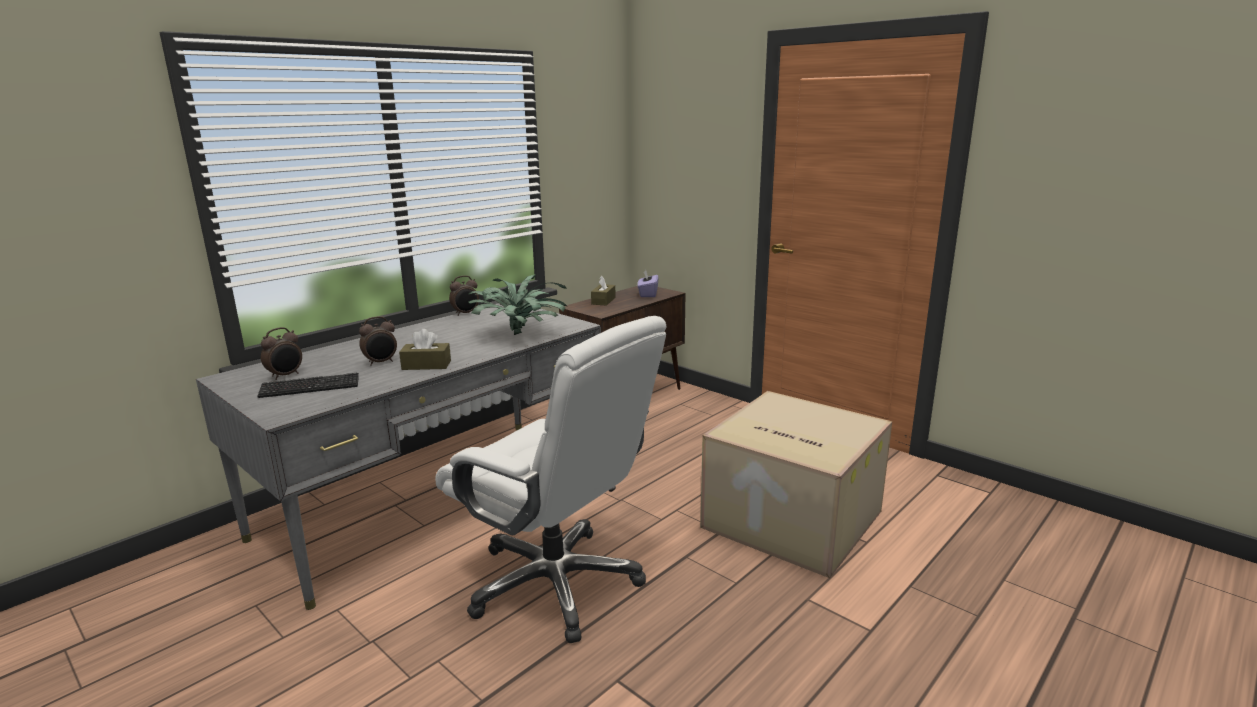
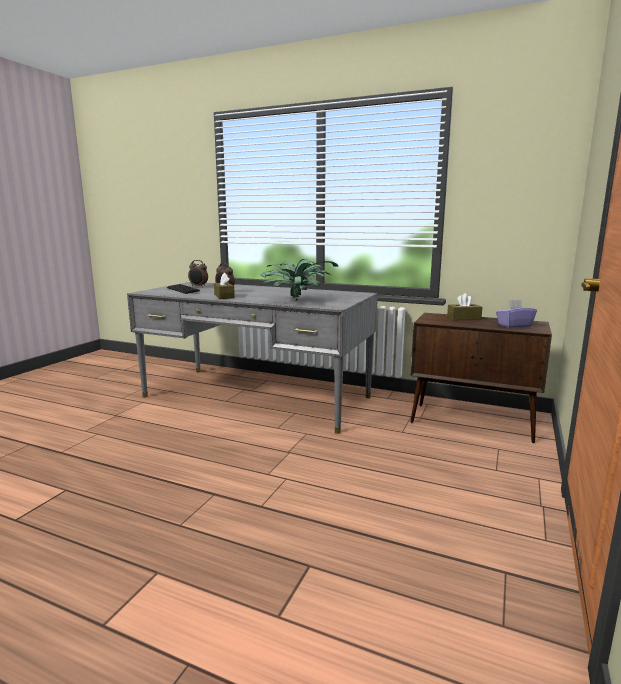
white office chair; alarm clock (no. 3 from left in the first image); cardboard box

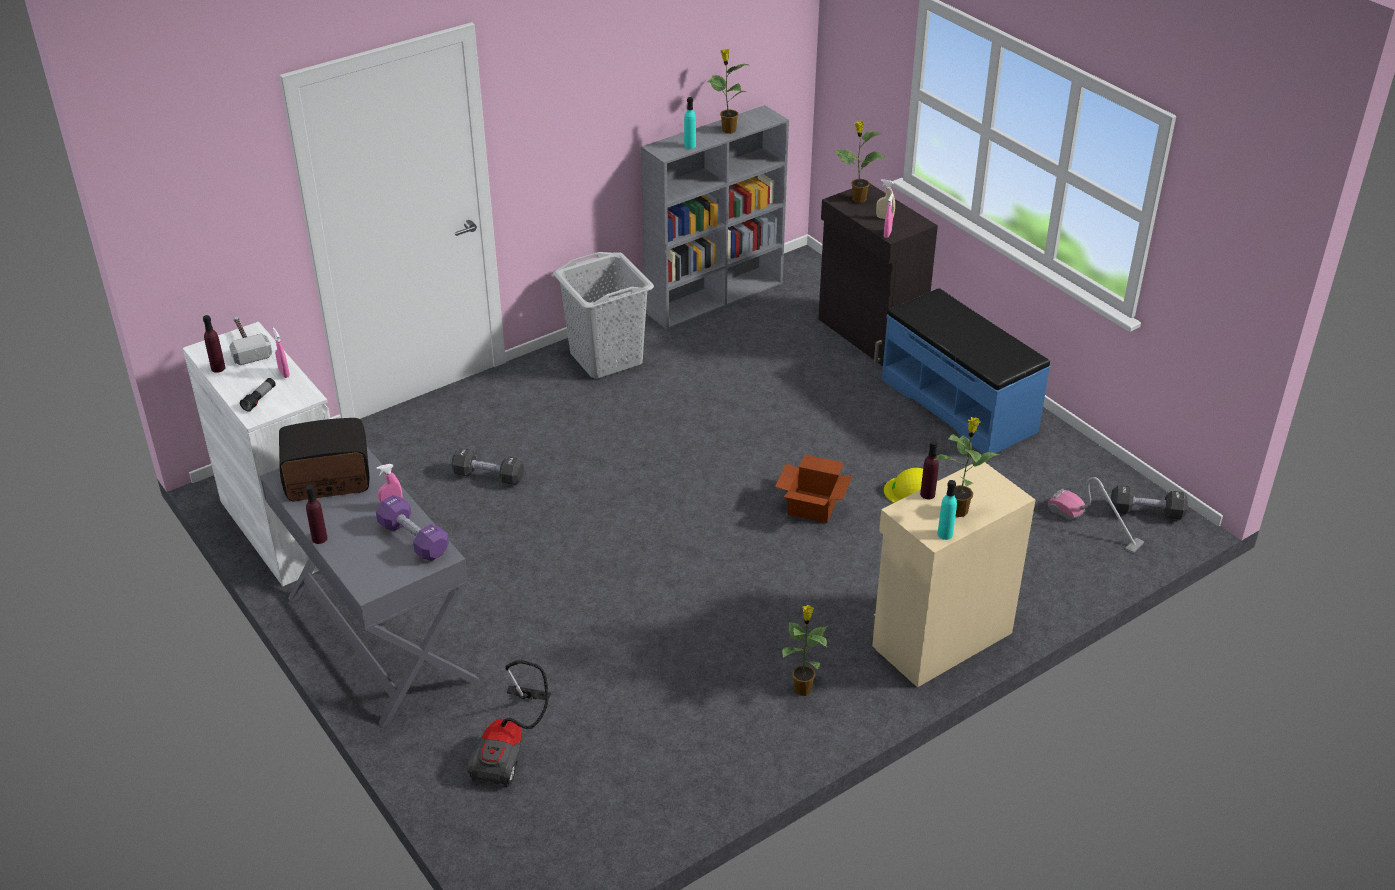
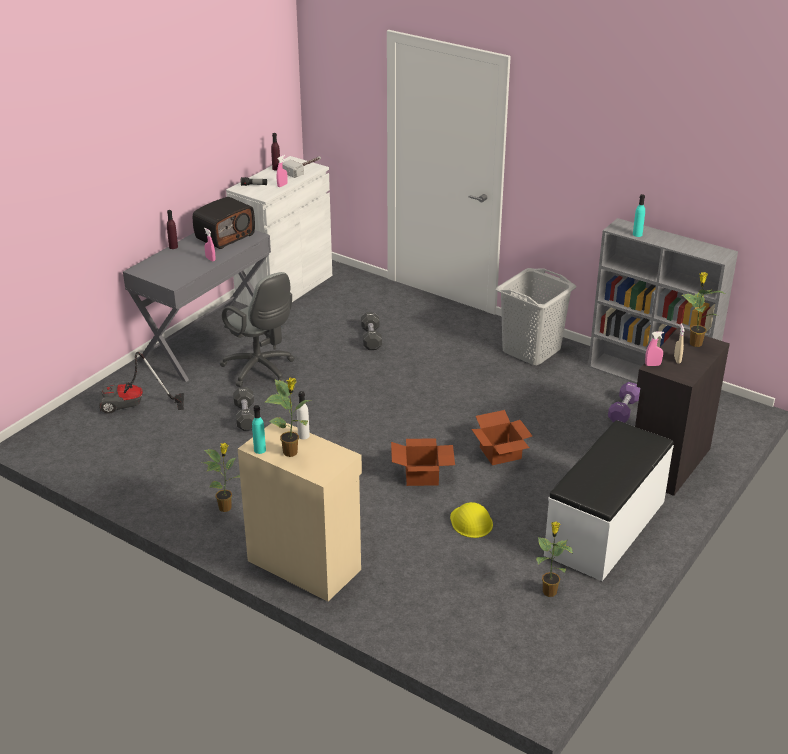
radio; grey office chair; black dumbbell (no. 1 from left); white bottle; cardboard box (no. 2 from left); potted plant (no. 3 from left); white bench; purple dumbbell; vacuum cleaner (no. 2 from left in the first image)

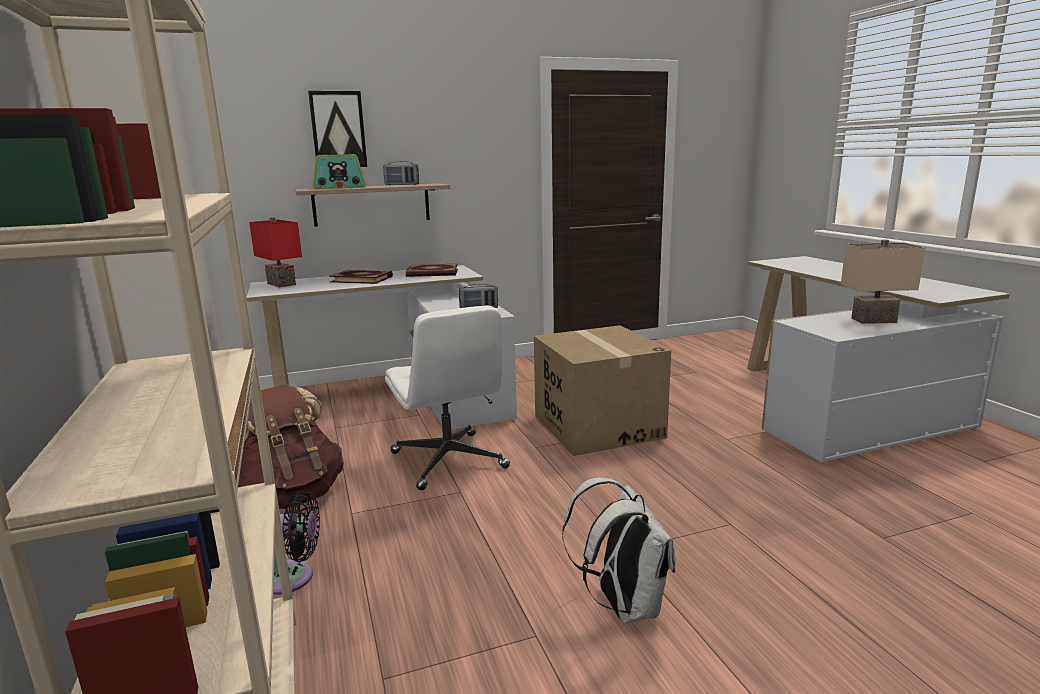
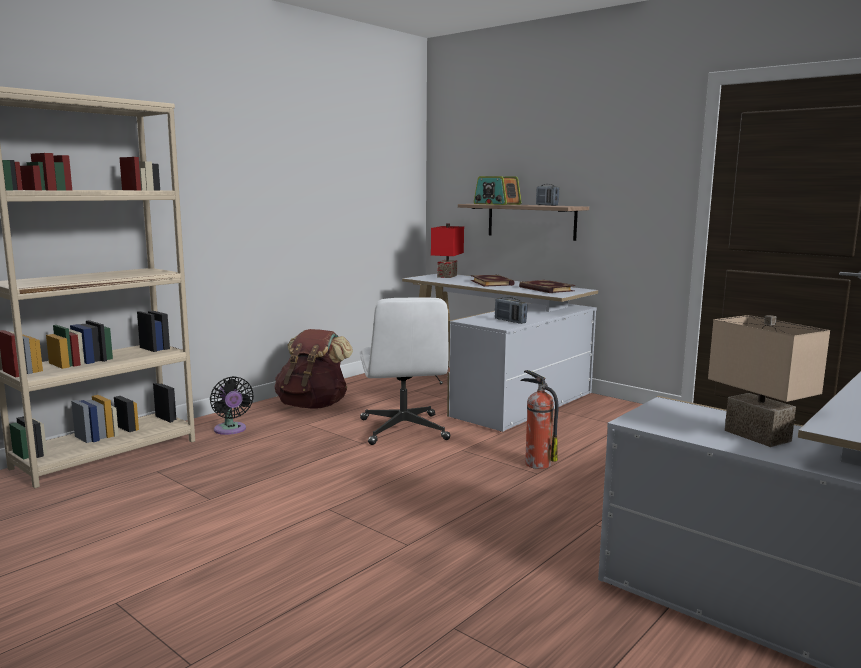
white office chair; fire extinguisher; picture; white backpack

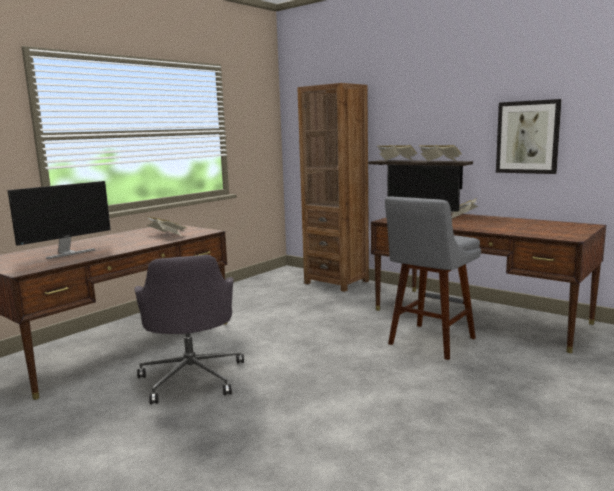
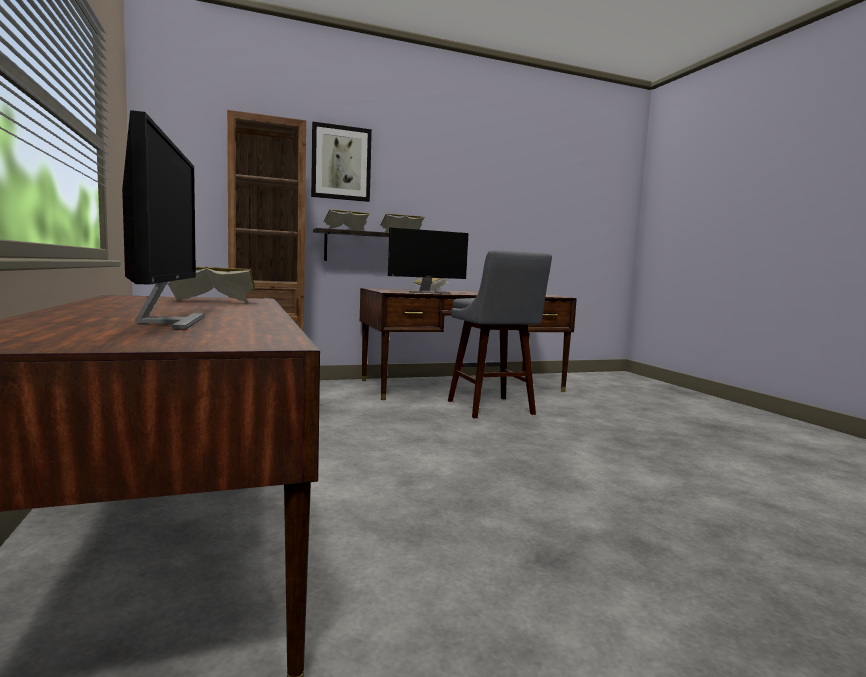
picture; grey office chair

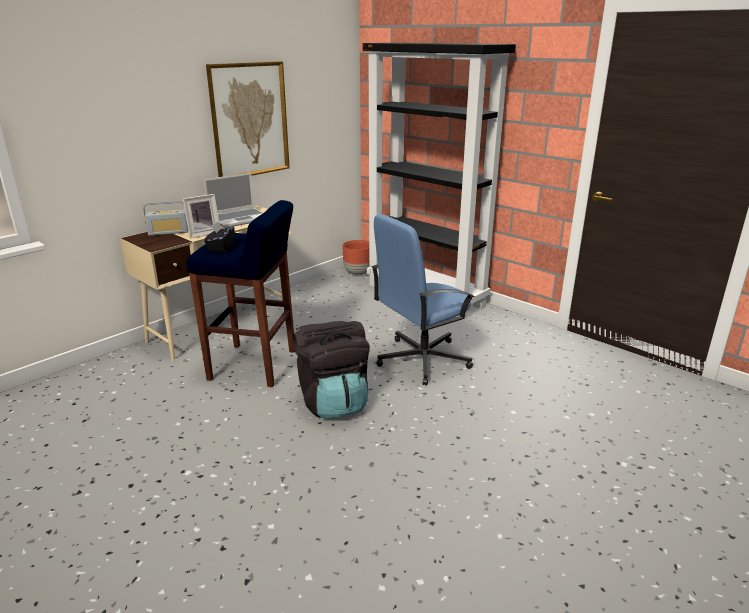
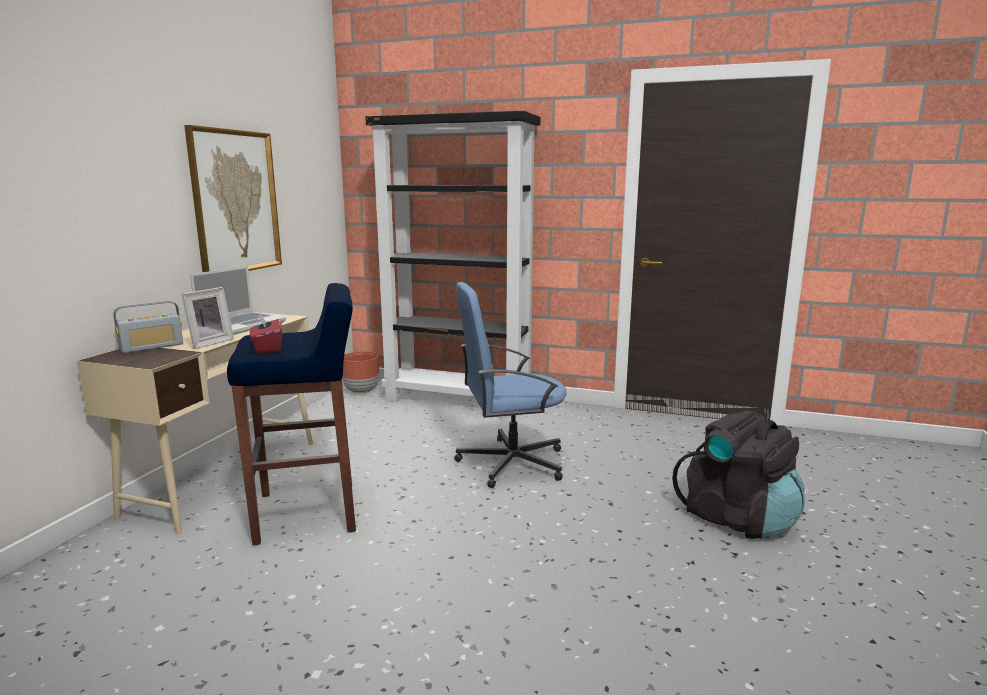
red tissue box; blue office chair; black backpack

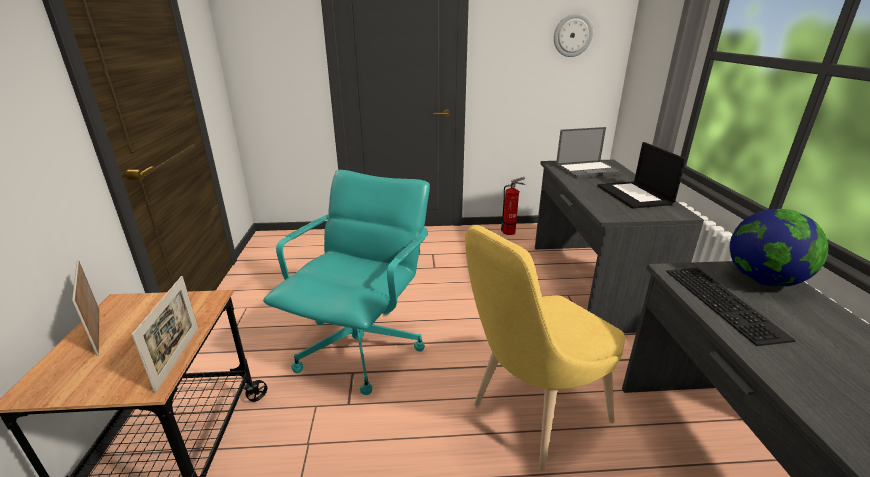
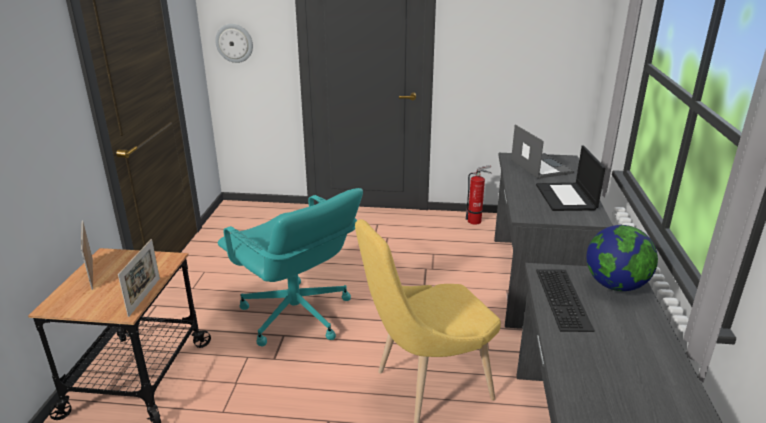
wall clock; turquoise office chair; laptop (no. 1 from left)

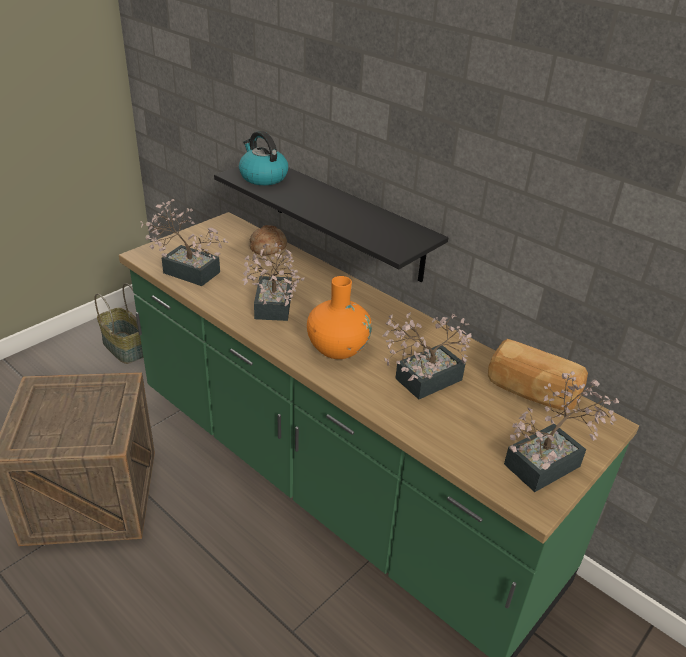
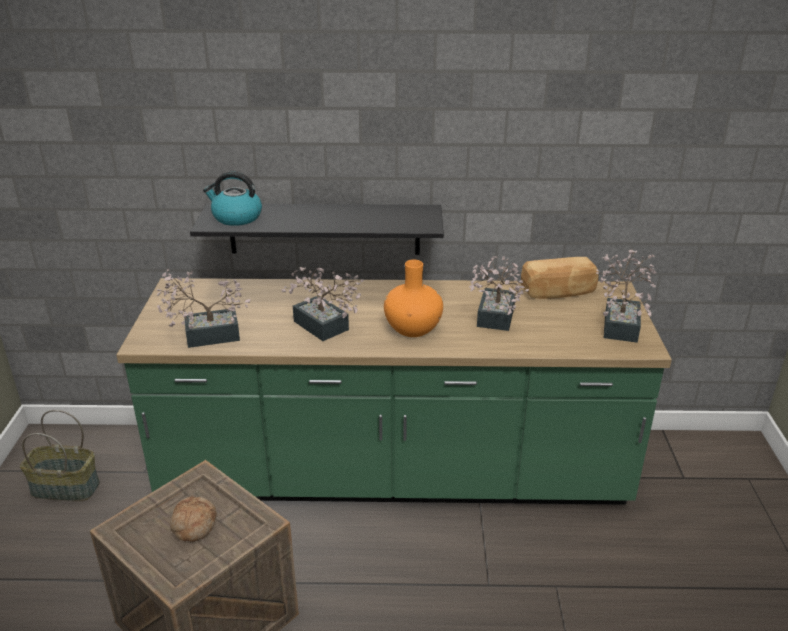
bread (no. 1 from left)

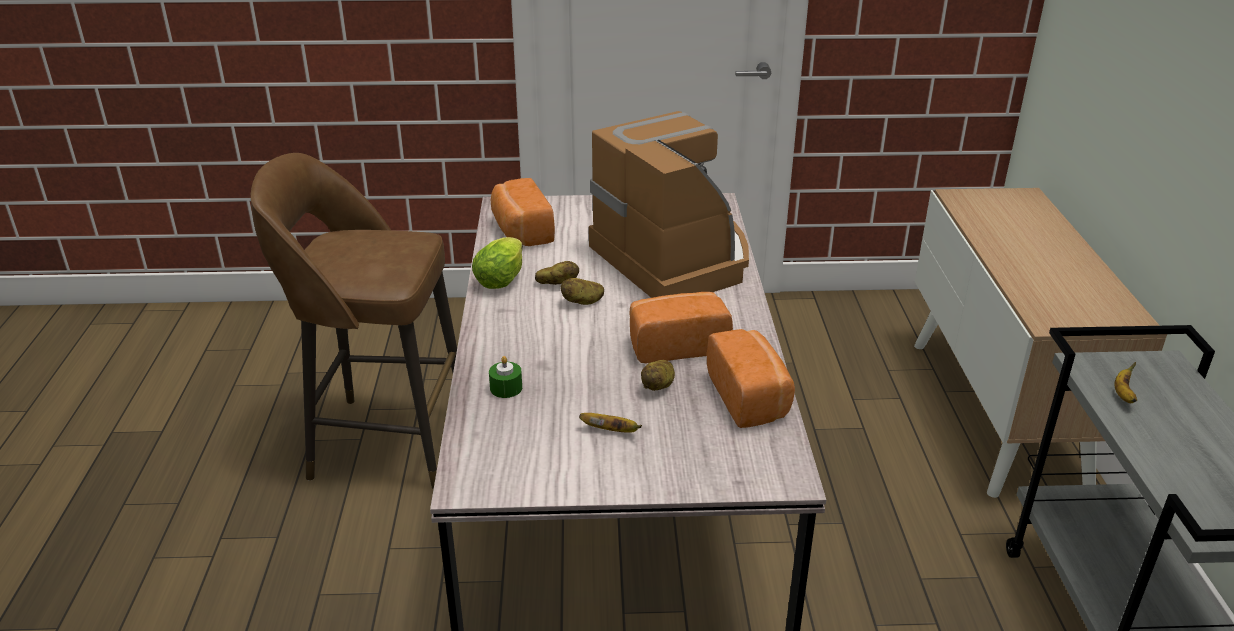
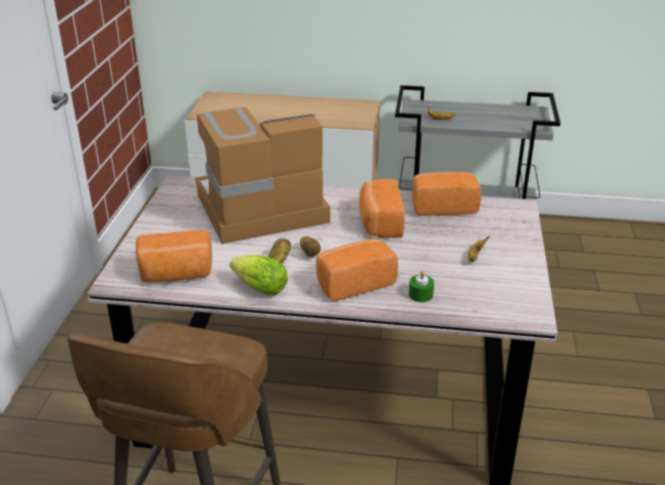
bread (no. 2 from left); potato (no. 3 from left in the first image)

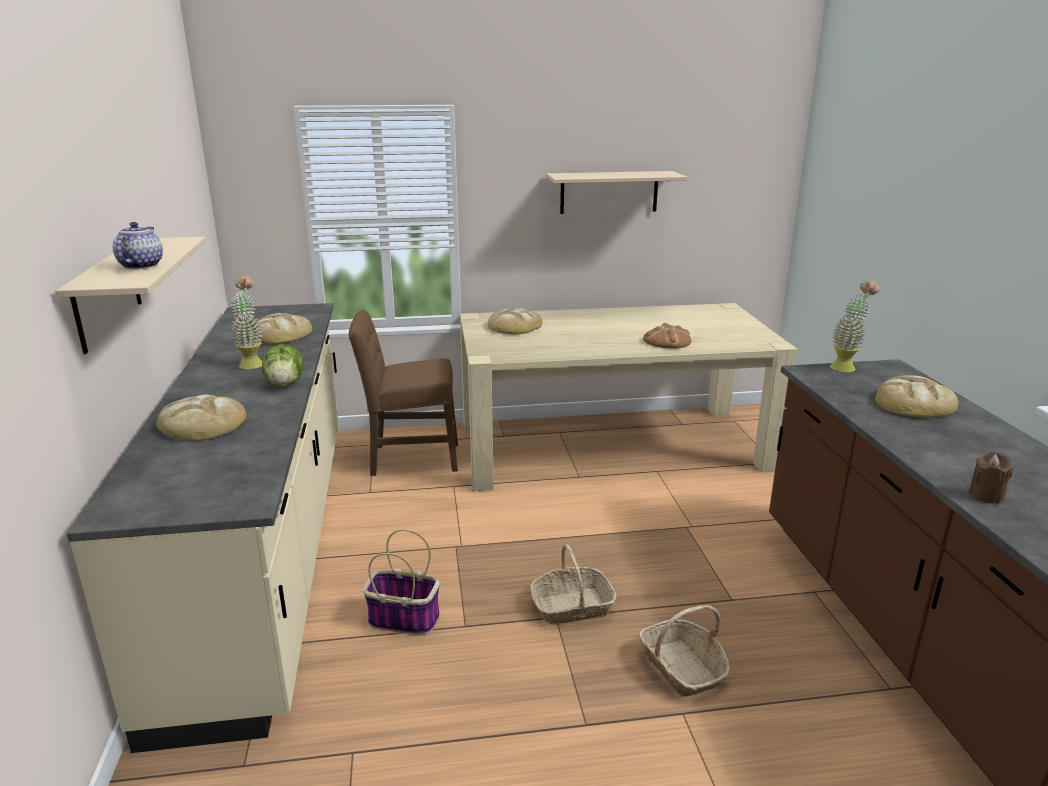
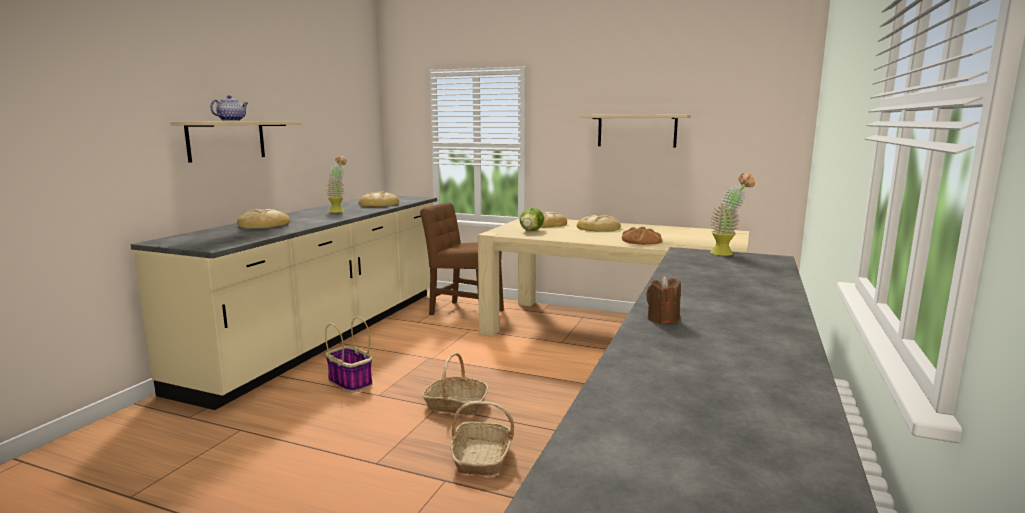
lettuce; bread (no. 4 from left)

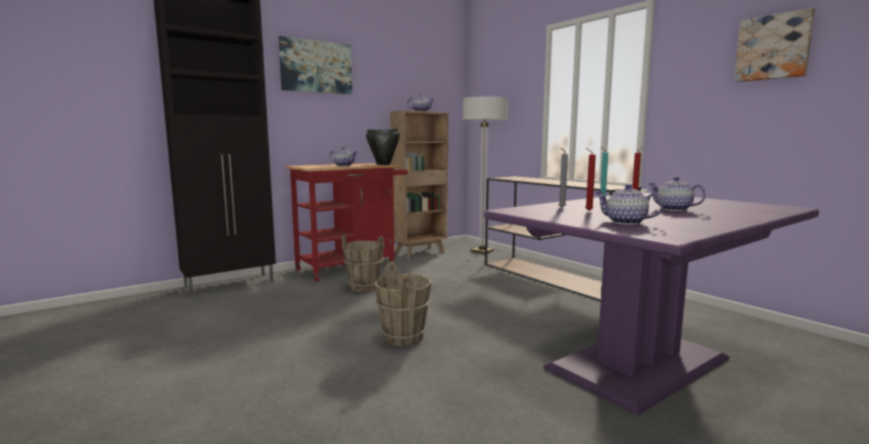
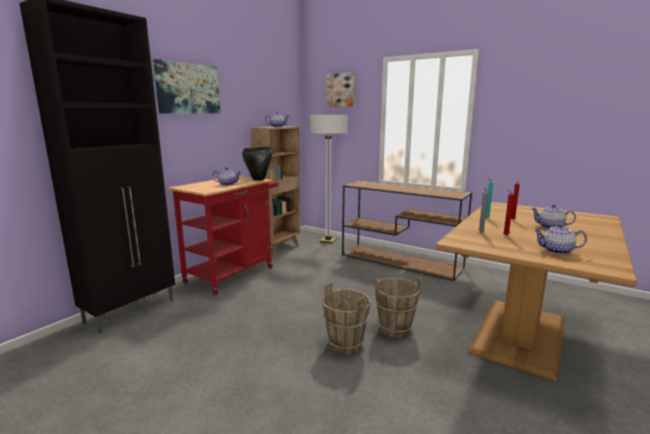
picture (no. 2 from left); brown bucket (no. 2 from left); brown dining table

